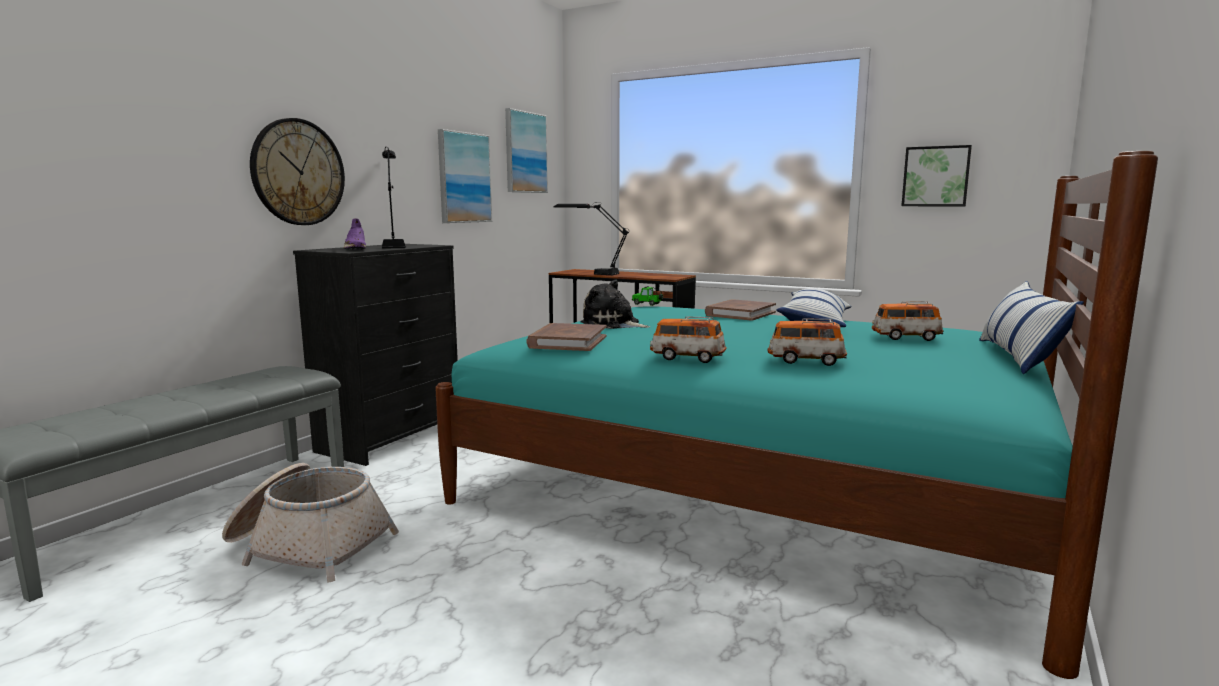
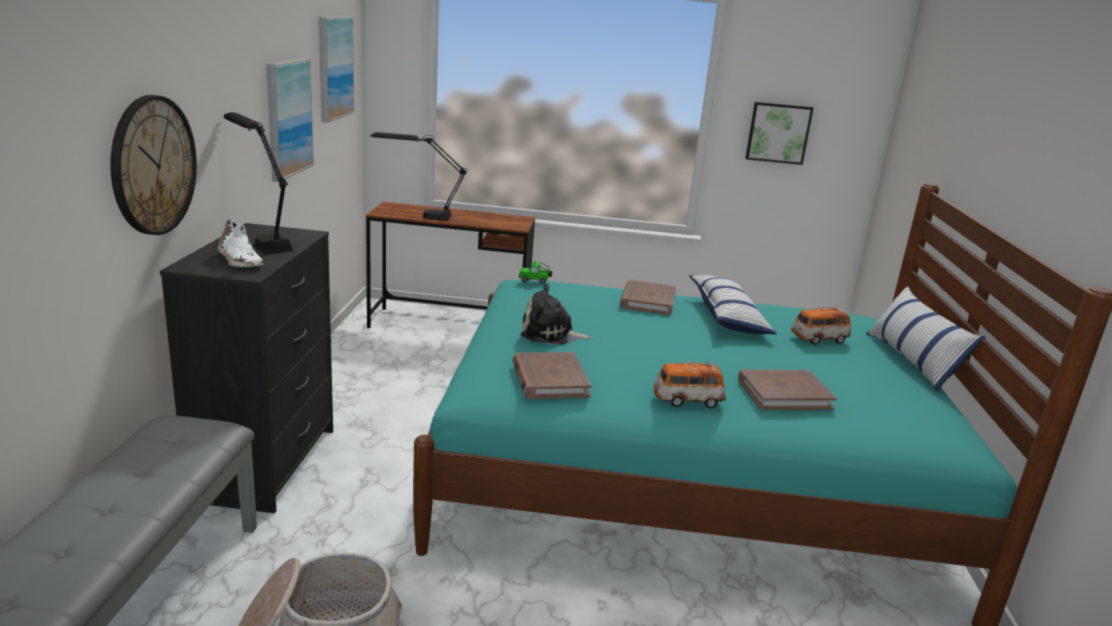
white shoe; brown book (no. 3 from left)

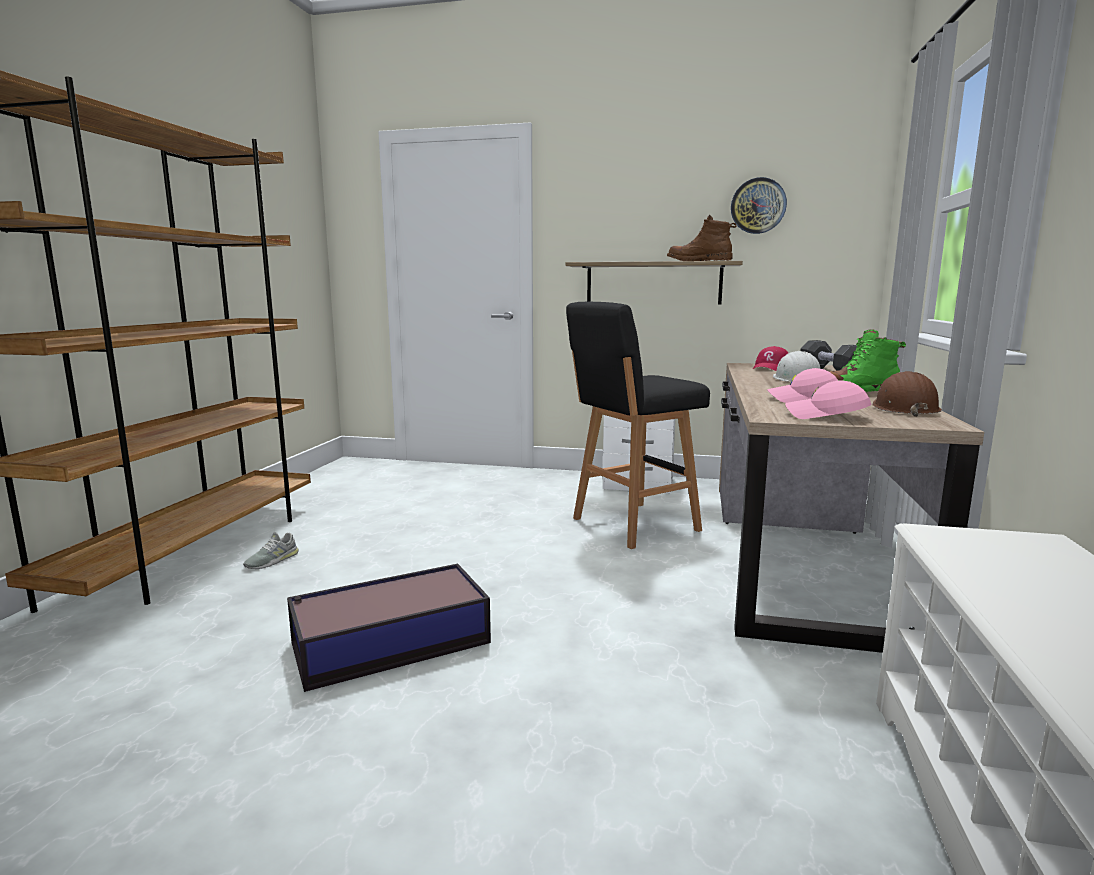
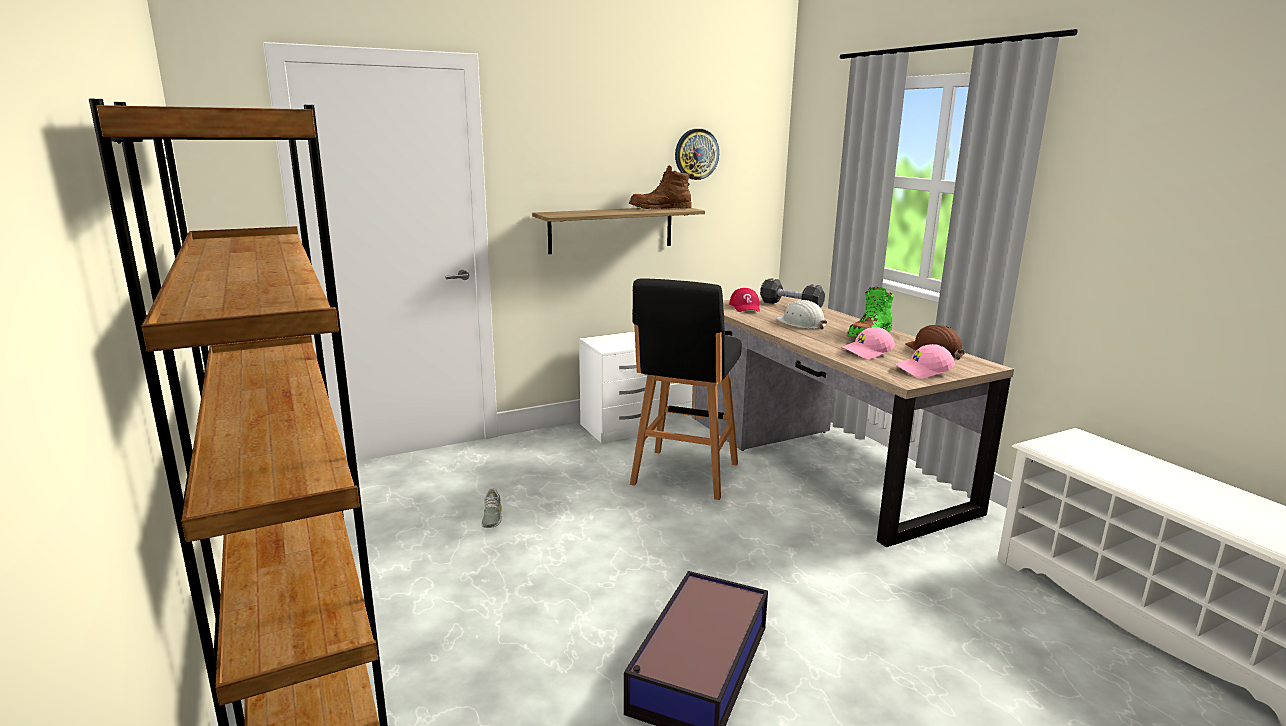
grey shoe

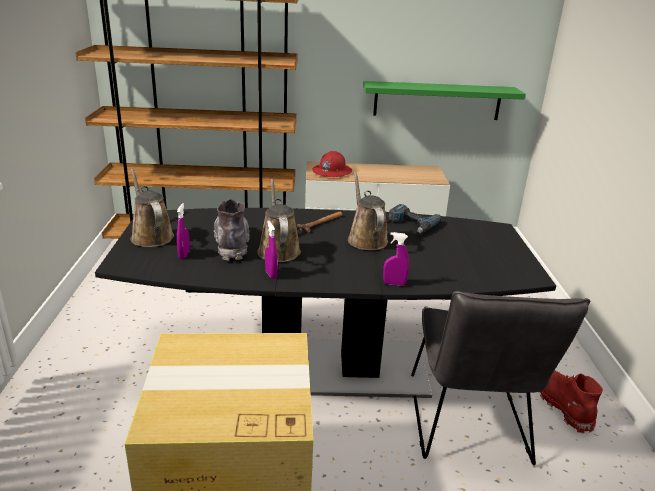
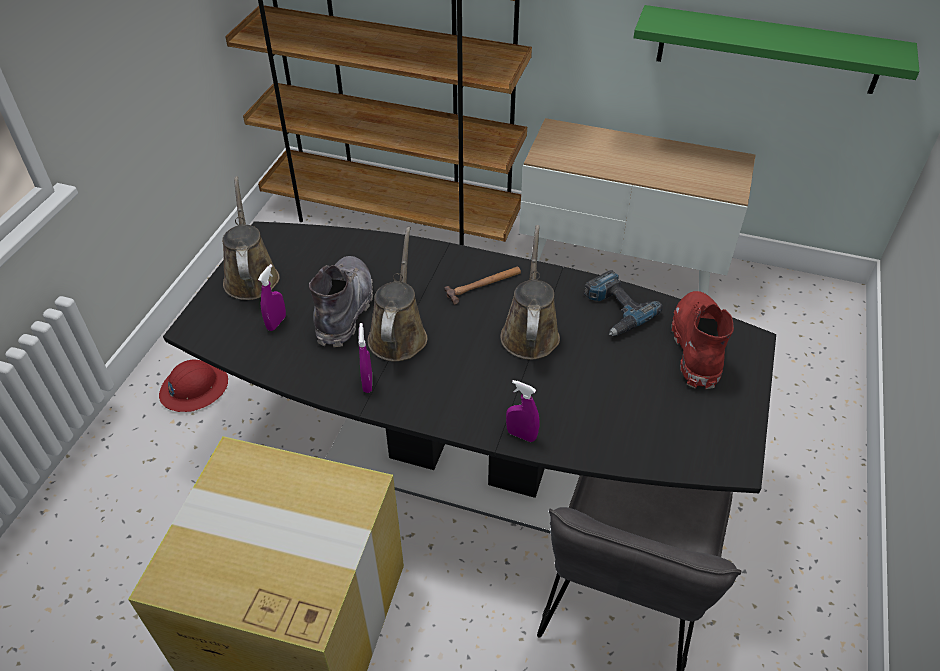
red hard hat; red boot

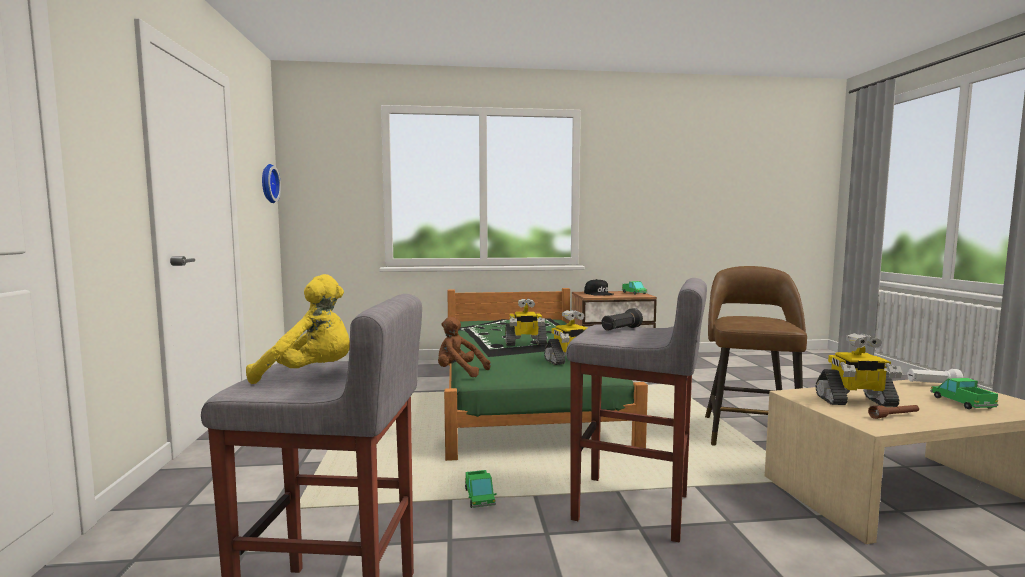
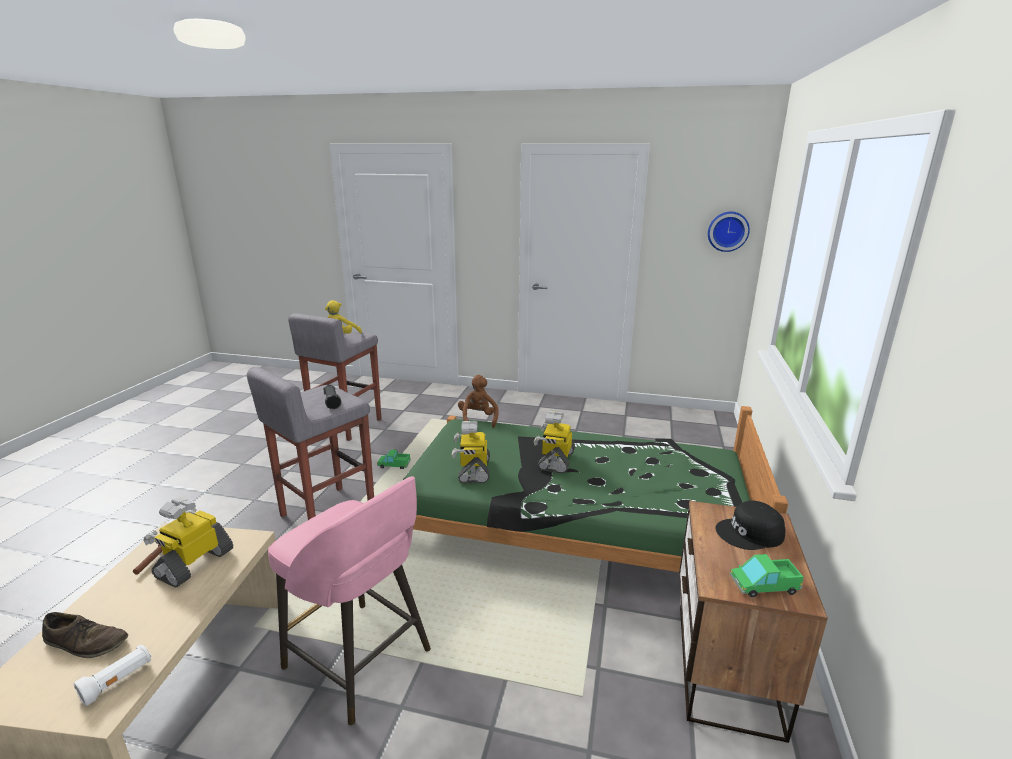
brown shoe; pink stool; brown plush toy

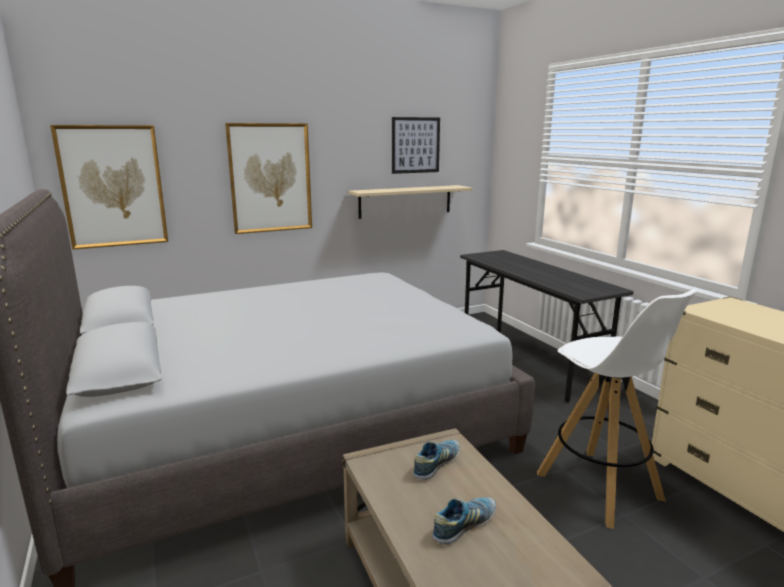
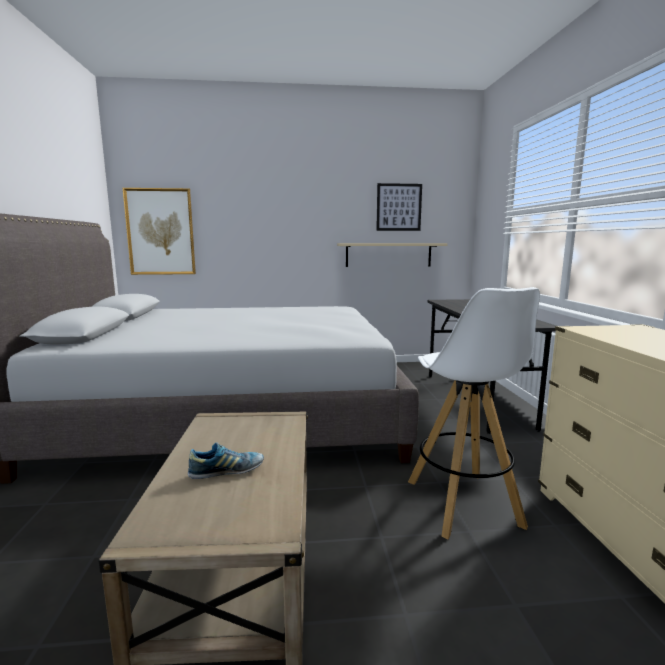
picture (no. 2 from left in the first image); shoe (no. 1 from left in the first image)

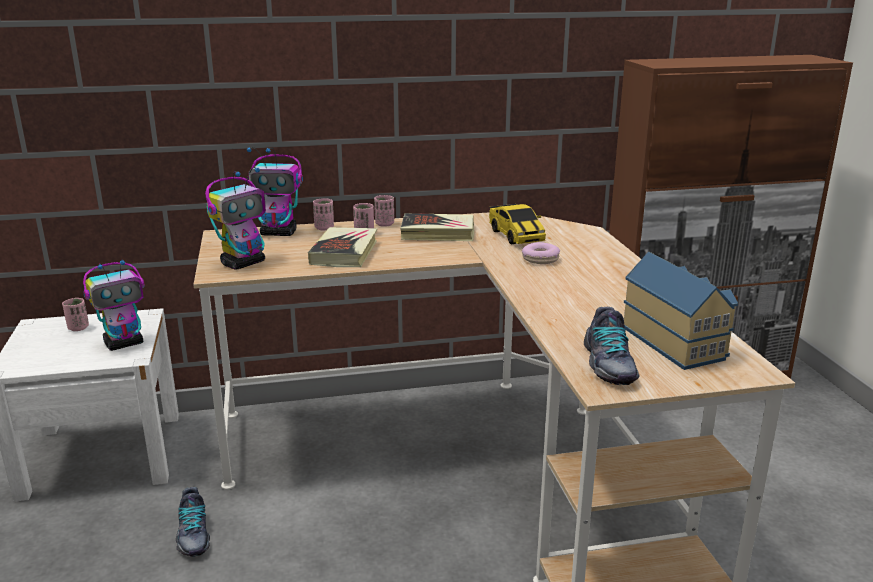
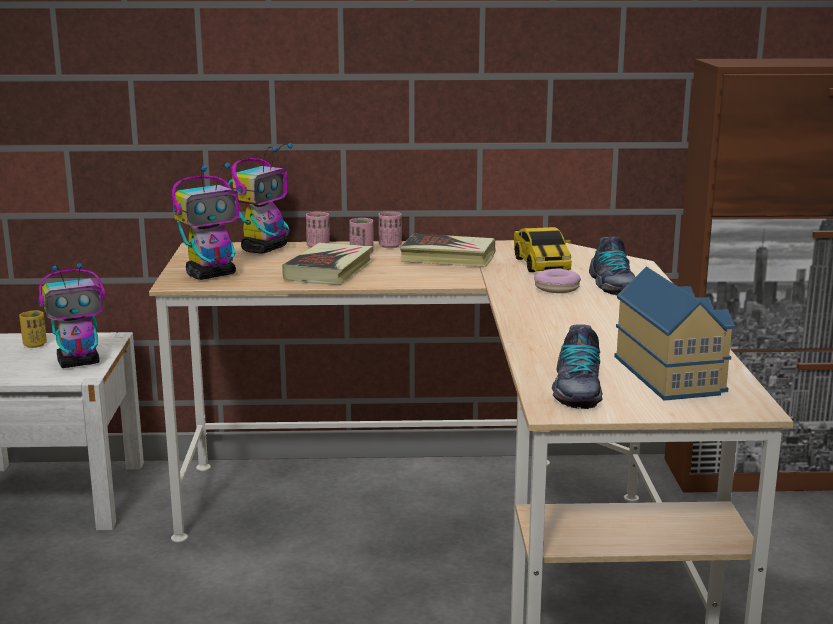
yellow cup; toy robot (no. 3 from left); shoe (no. 2 from left)

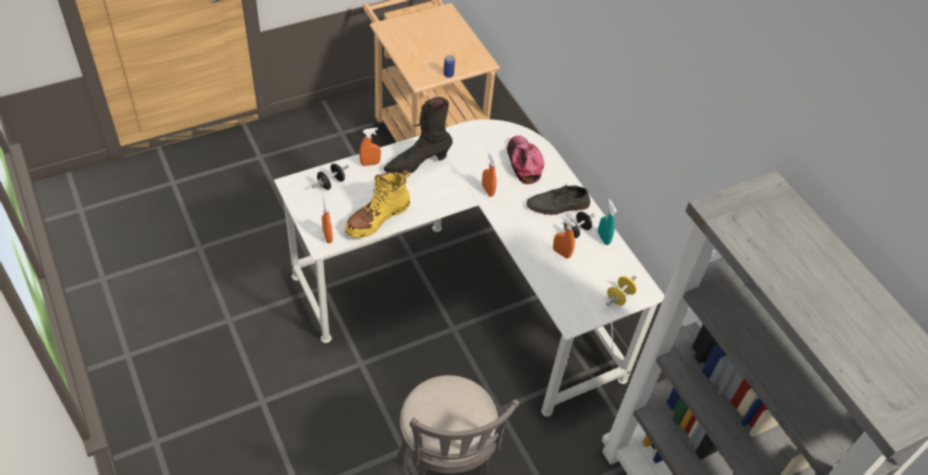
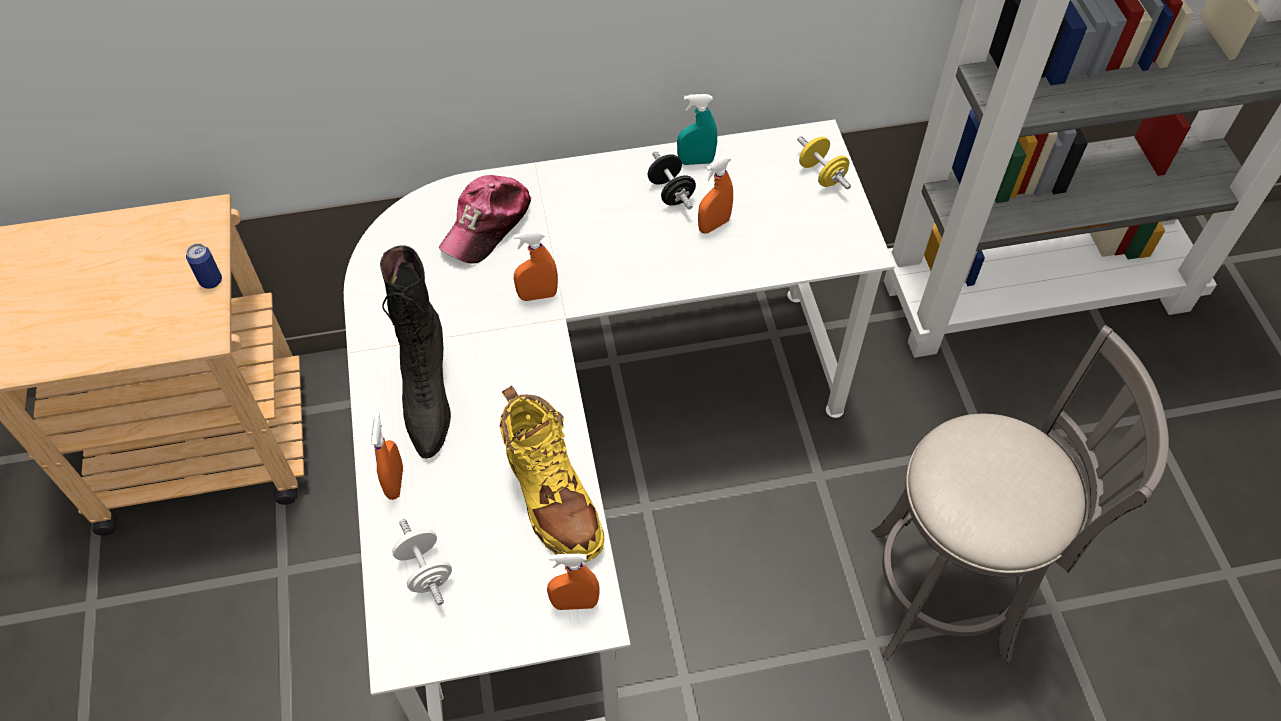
white dumbbell; cap; grey shoe

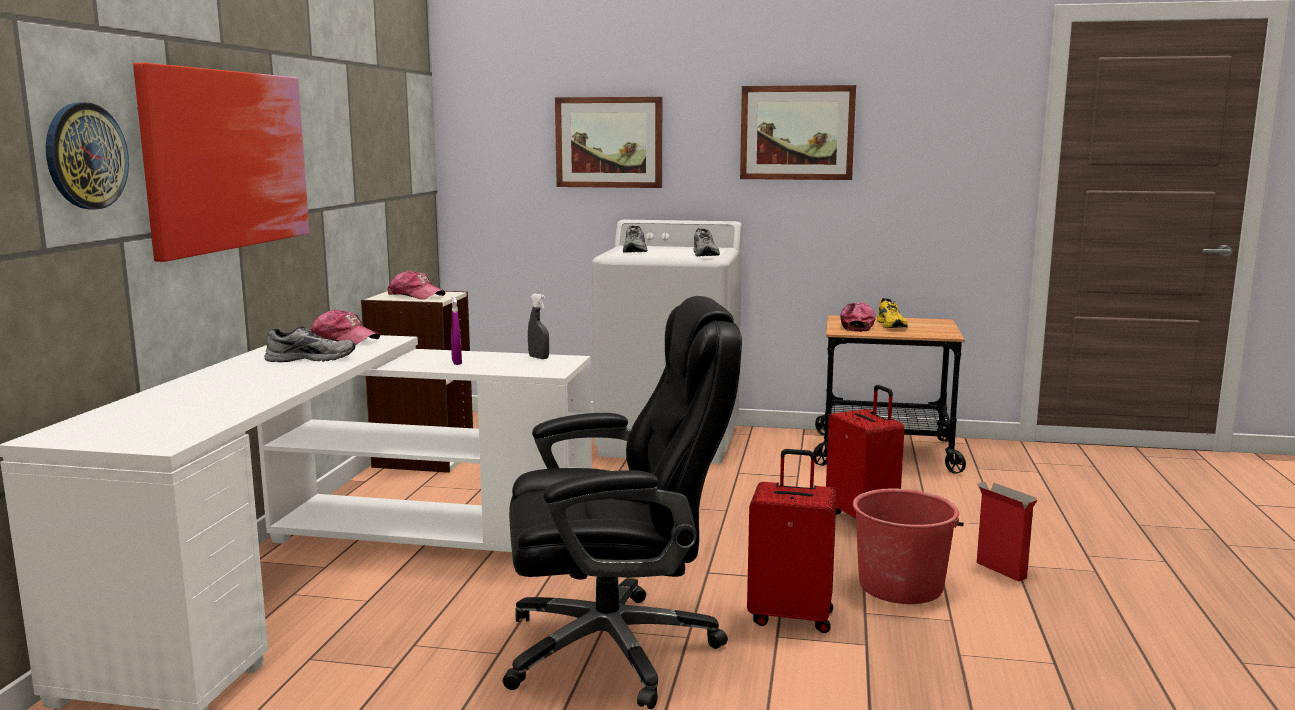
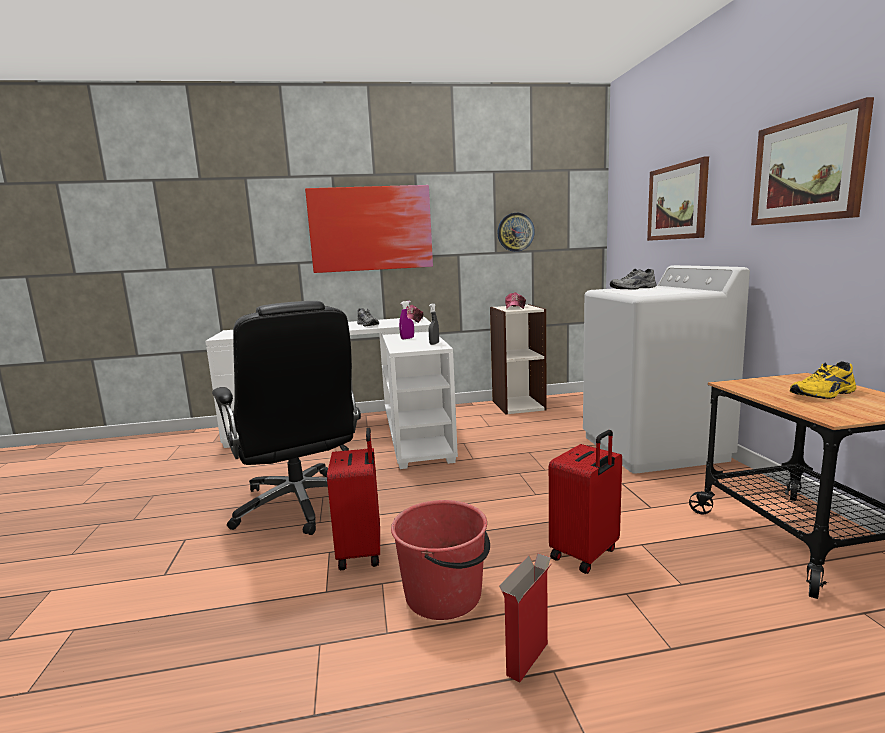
wall clock; grey shoe (no. 3 from left in the first image); cap (no. 3 from left in the first image)

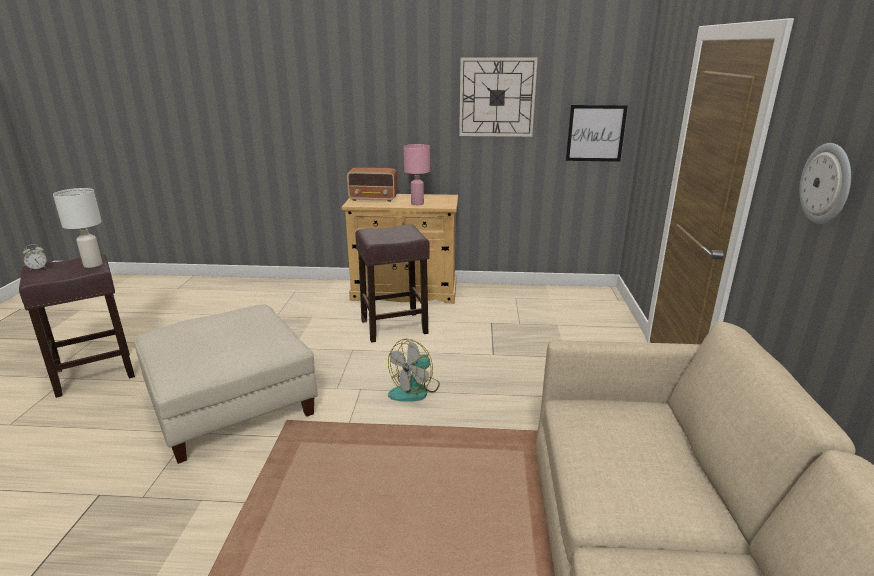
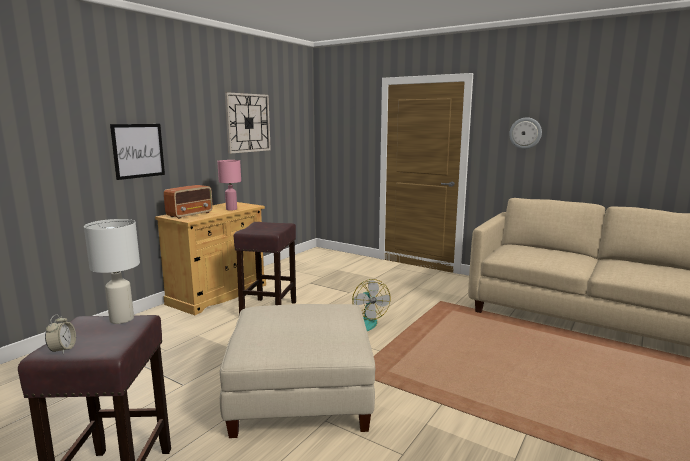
picture

